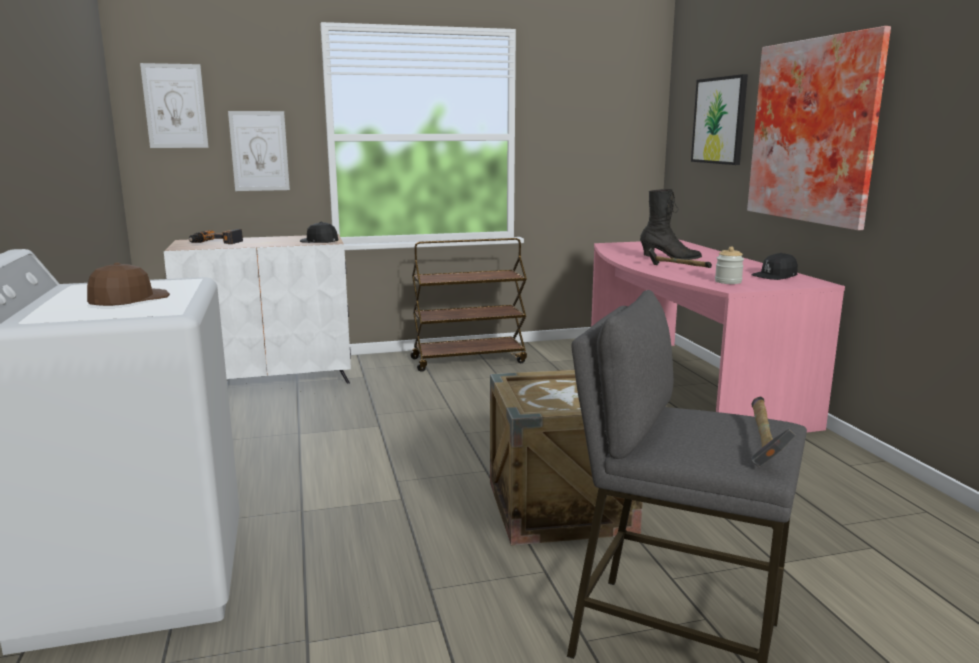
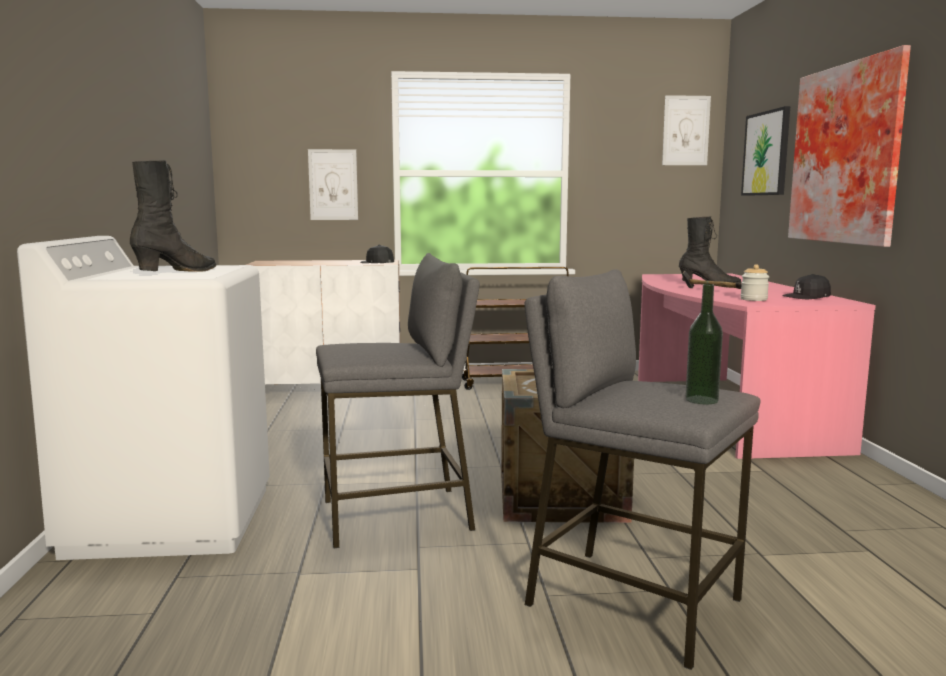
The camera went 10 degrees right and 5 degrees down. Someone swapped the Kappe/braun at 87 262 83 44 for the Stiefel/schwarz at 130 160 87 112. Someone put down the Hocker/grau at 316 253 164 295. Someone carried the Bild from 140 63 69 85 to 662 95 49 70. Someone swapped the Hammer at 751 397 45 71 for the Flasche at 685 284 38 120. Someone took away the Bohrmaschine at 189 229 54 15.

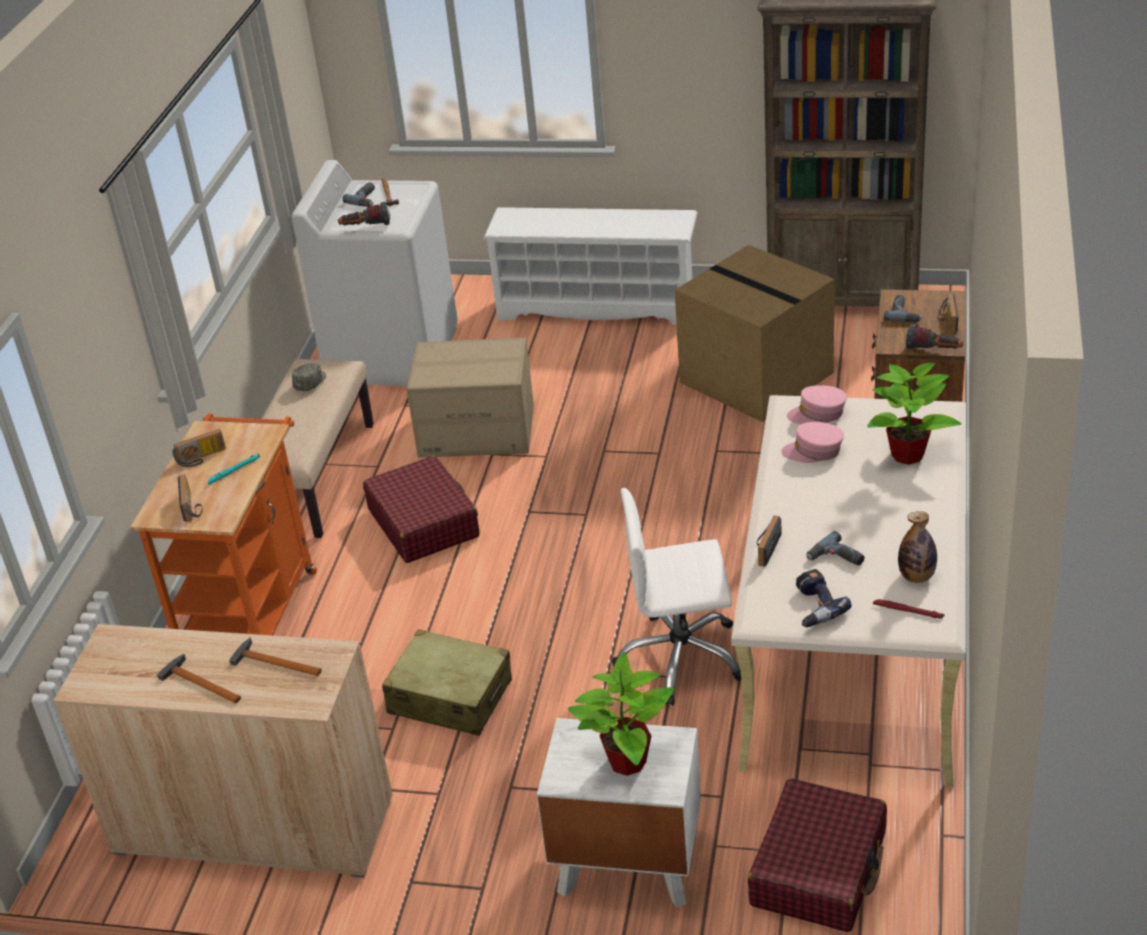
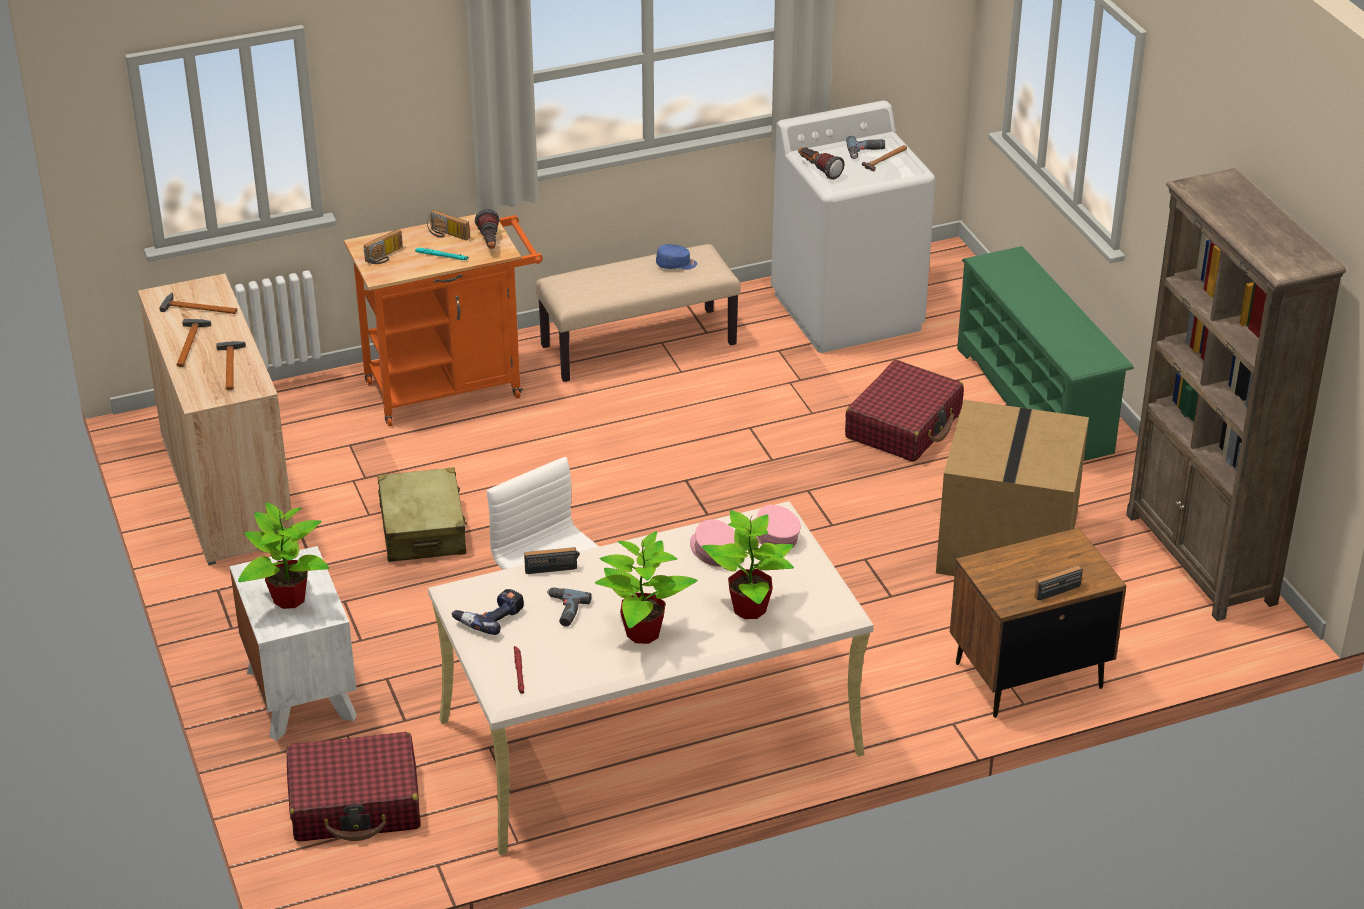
The camera went 55 degrees right and 0 degrees up. Someone put down the Hammer at 159 292 78 22. Someone carried the Taschenlampe from 906 324 57 26 to 475 209 25 40. Someone put down the Topfpflanze at 595 531 103 113. Someone repainted the Kappe/grau at 292 363 34 28, which became the Kappe/blau at 656 244 41 25. Someone carried the Koffer/rot from 363 456 116 107 to 845 360 119 102. Someone repainted the Schuhregal/weiß at 483 207 215 118, which became the Schuhregal/grün at 957 246 177 215. Someone took away the Karton at 407 338 127 119. Someone took away the Bohrmaschine at 884 295 38 27. Someone took away the Flasche at 898 511 39 72.

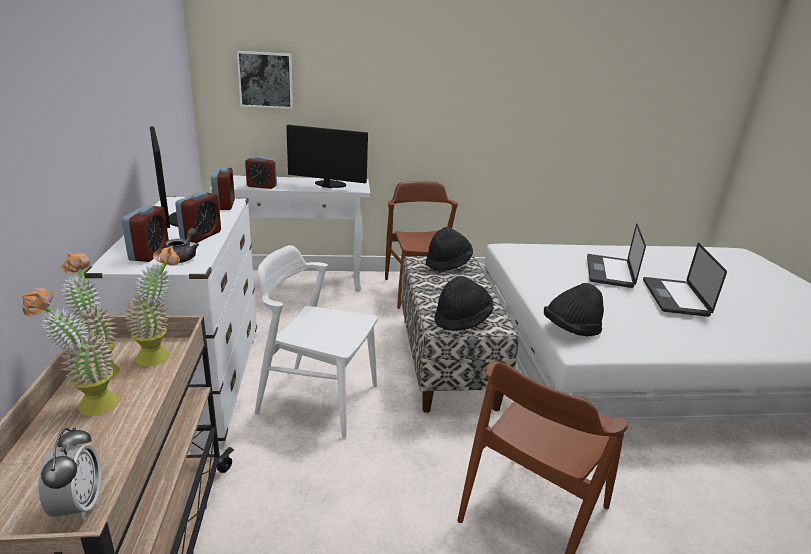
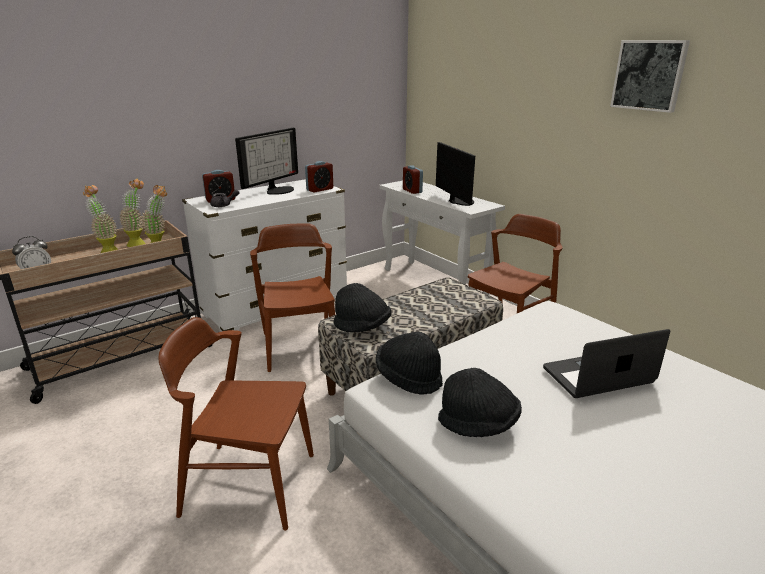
The camera went 60 degrees right and 0 degrees up. Someone repainted the Stuhl/weiß at 255 245 123 193, which became the Stuhl/braun at 250 224 85 148. Someone carried the Hut/schwarz from 426 227 47 44 to 438 368 84 69. Someone carried the Bild from 237 51 56 58 to 610 40 80 73. Someone took away the Wecker at 175 192 46 51. Someone took away the Laptop at 643 243 84 74.

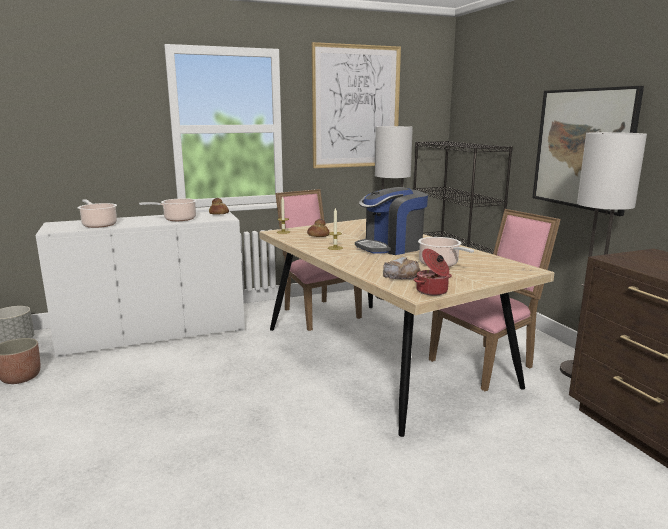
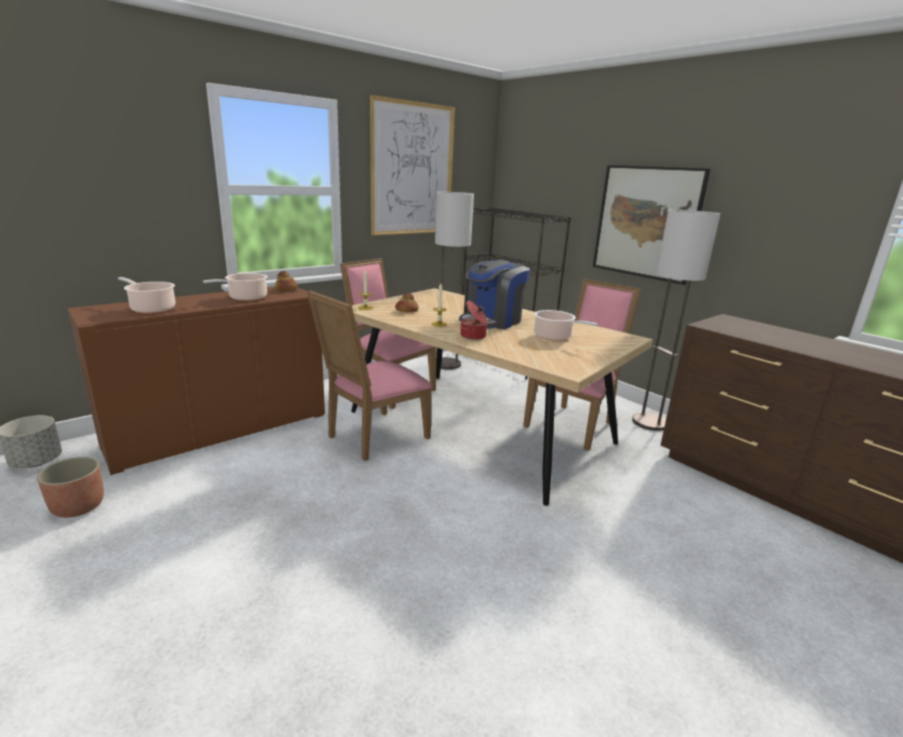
The camera went 20 degrees left and 5 degrees up. Someone repainted the Schrank/weiß at 35 211 210 147, which became the Schrank/braun at 67 286 258 189. Someone put down the Stuhl/rosa at 307 290 125 171. Someone carried the Kochtopf from 414 249 38 46 to 460 301 28 39. Someone took away the Brot at 383 257 37 23.

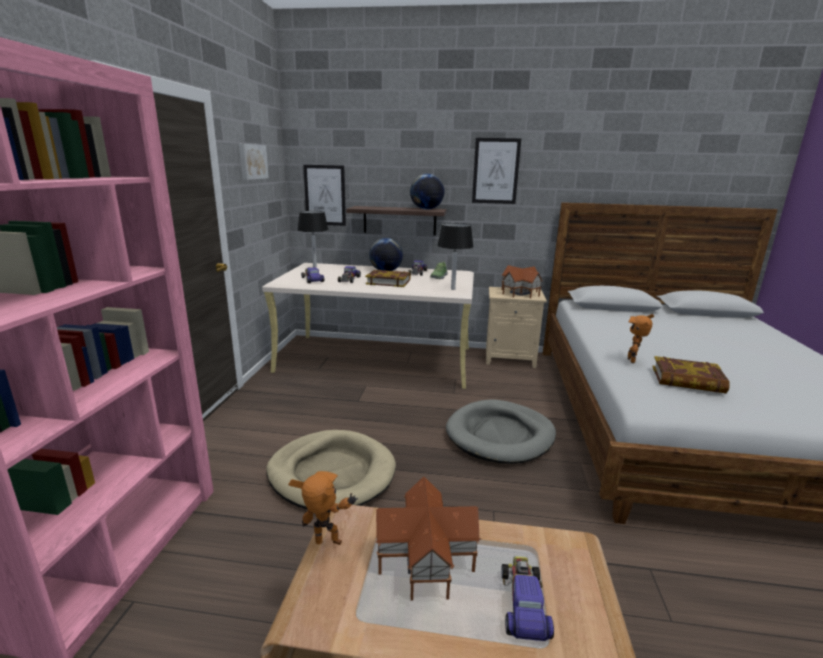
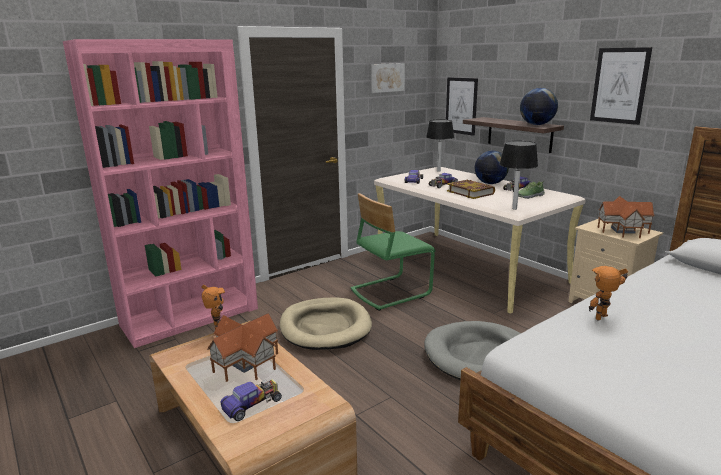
The camera went 45 degrees right and 0 degrees up. Someone put down the Stuhl/grün at 351 193 84 118. Someone took away the Buch at 652 356 78 37.

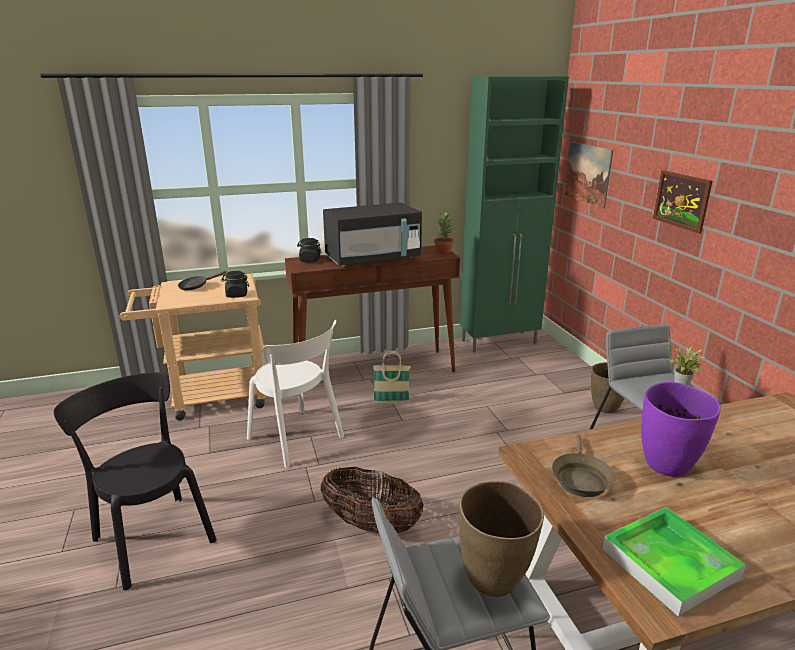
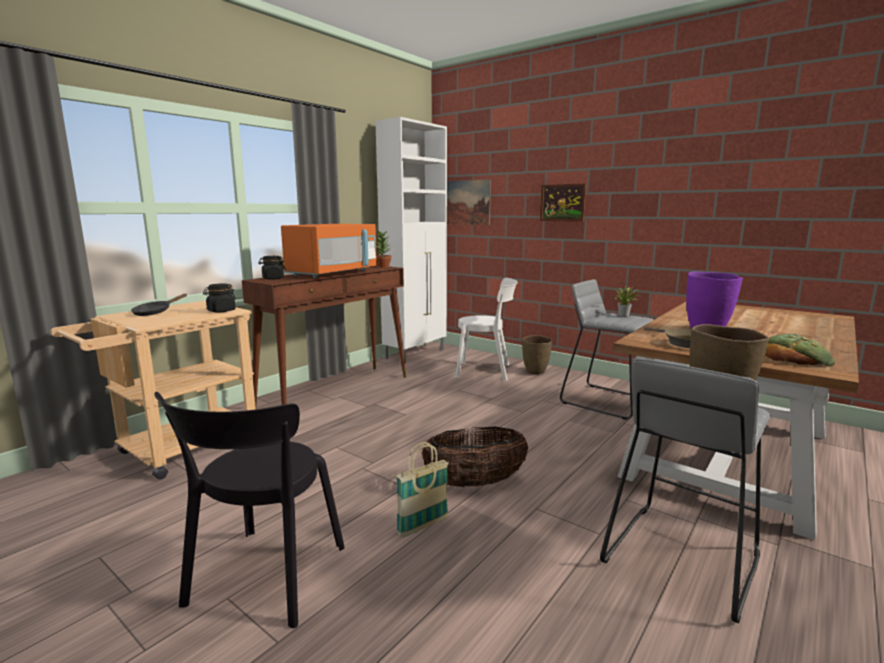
The camera went 35 degrees left and 10 degrees down. Someone rotated the Stuhl/schwarz at 53 372 164 218 by 90 degrees counterclockwise. Someone repainted the Mikrowelle/schwarz at 323 203 99 63, which became the Mikrowelle/orange at 281 224 96 54. Someone repainted the Schrank/grün at 460 76 109 277, which became the Schrank/weiß at 375 117 72 246. Someone carried the Korb from 373 351 37 53 to 396 442 53 95. Someone carried the Stuhl/weiß from 247 320 97 148 to 455 278 63 103. Someone swapped the Tablett at 602 507 144 110 for the Brot at 765 334 70 33.

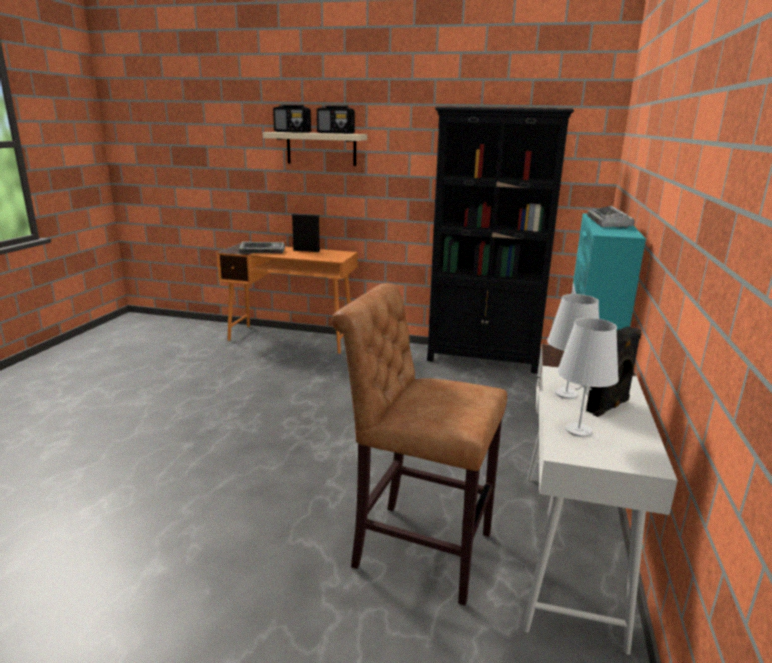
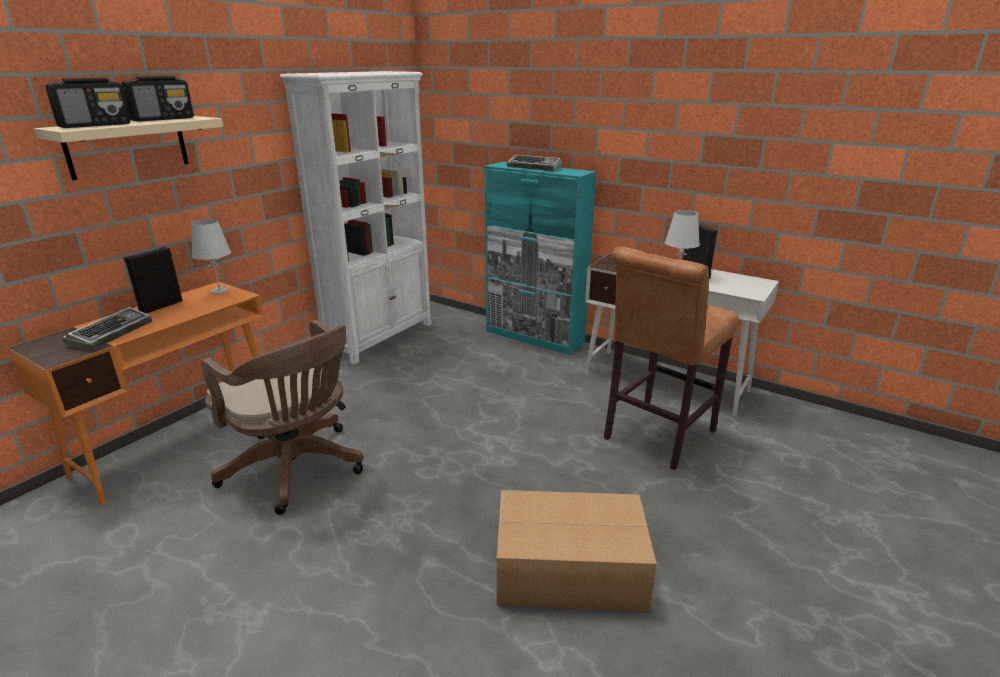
The camera went 70 degrees left and 5 degrees up. Someone carried the Tischlampe/weiß from 557 318 62 119 to 191 219 40 75. Someone put down the Bürostuhl/braun at 201 320 162 195. Someone repainted the Bücherregal/schwarz at 427 107 147 267, which became the Bücherregal/weiß at 280 71 152 294. Someone put down the Karton at 497 490 160 122.

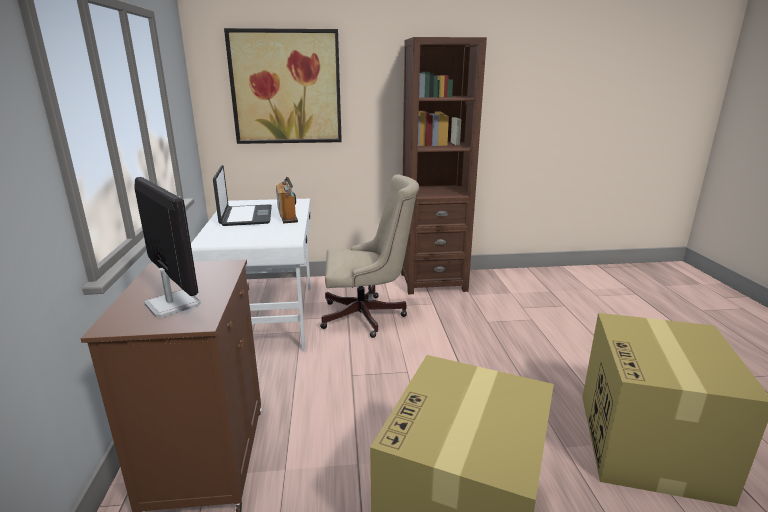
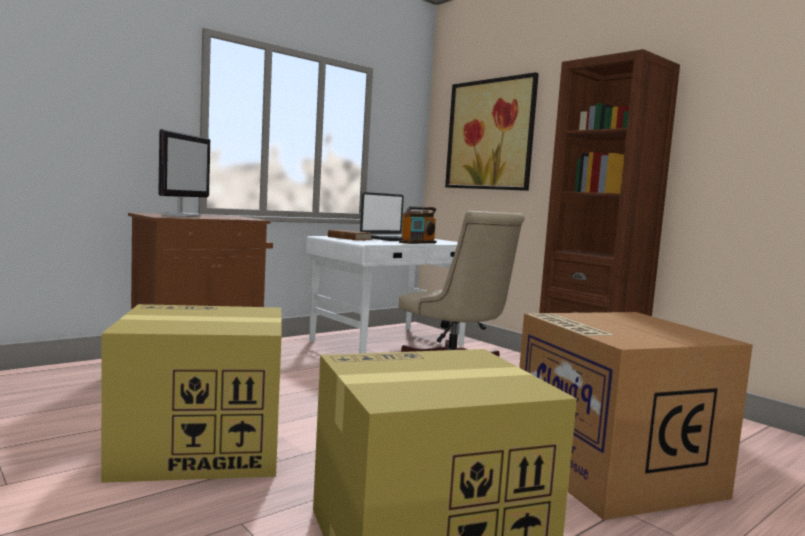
The camera went 55 degrees right and 15 degrees down. Someone put down the Buch/braun at 328 230 44 11. Someone put down the Karton at 519 312 234 208.

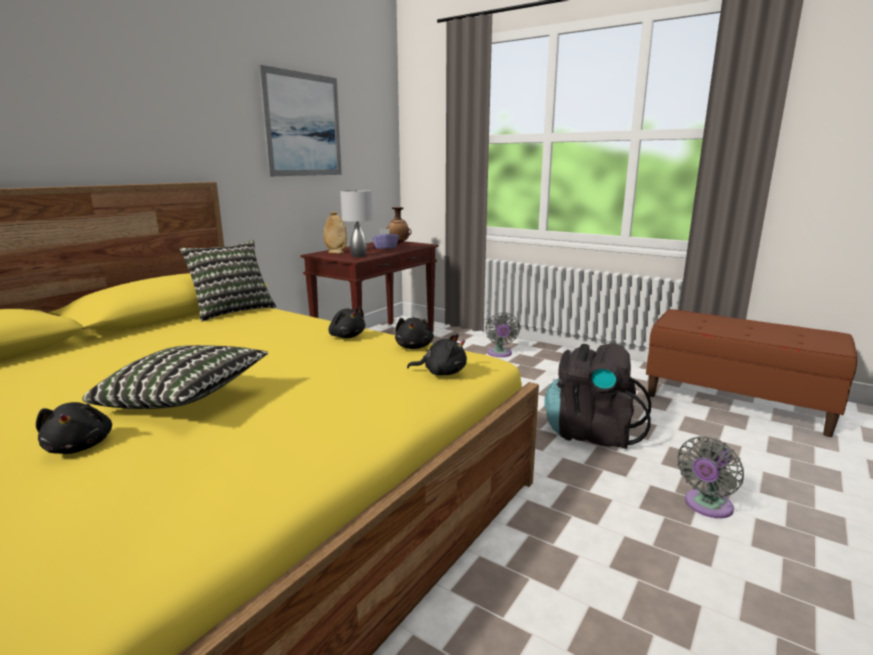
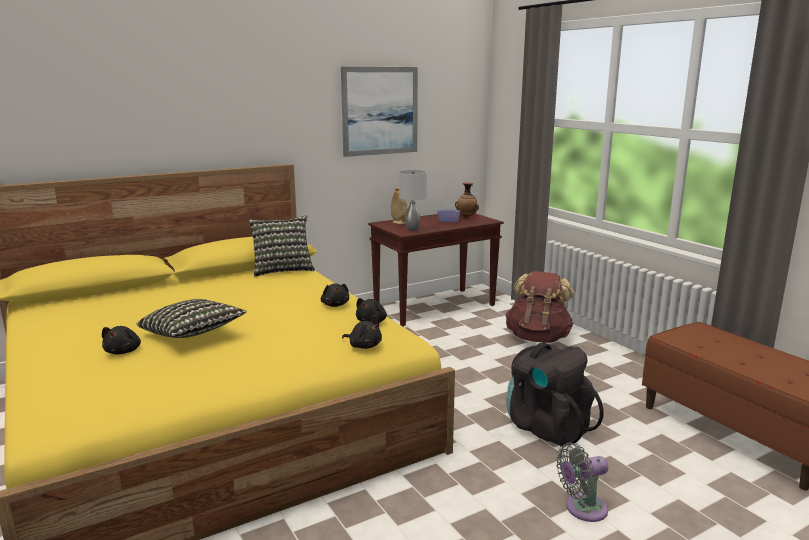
The camera went 25 degrees right and 0 degrees up. Someone swapped the Ventilator/grau at 486 312 34 45 for the Rucksack/braun at 505 271 70 72.

